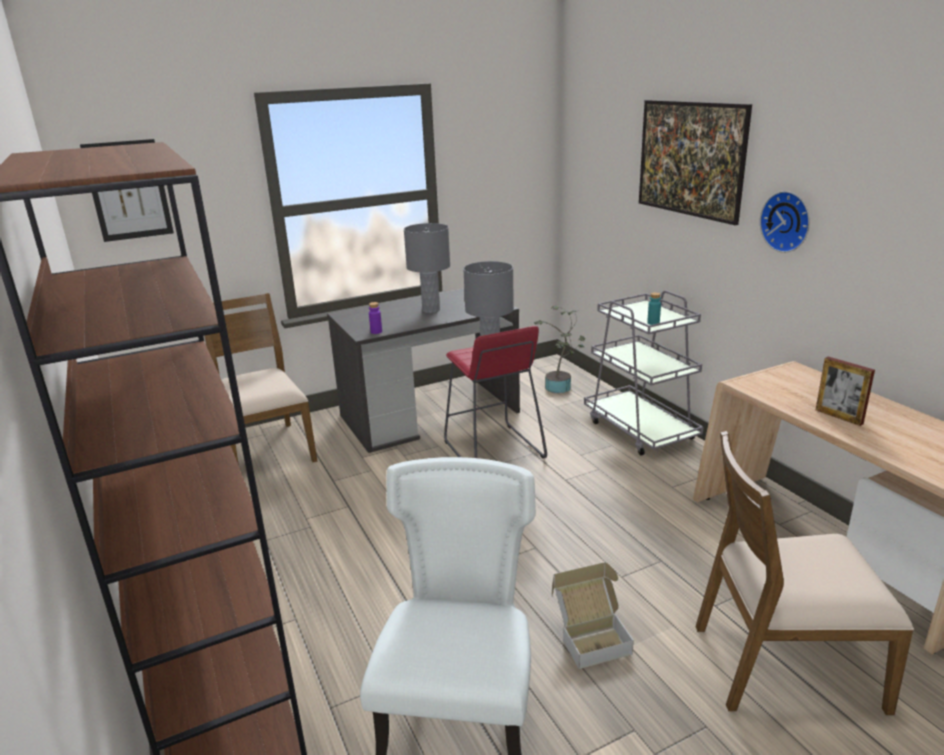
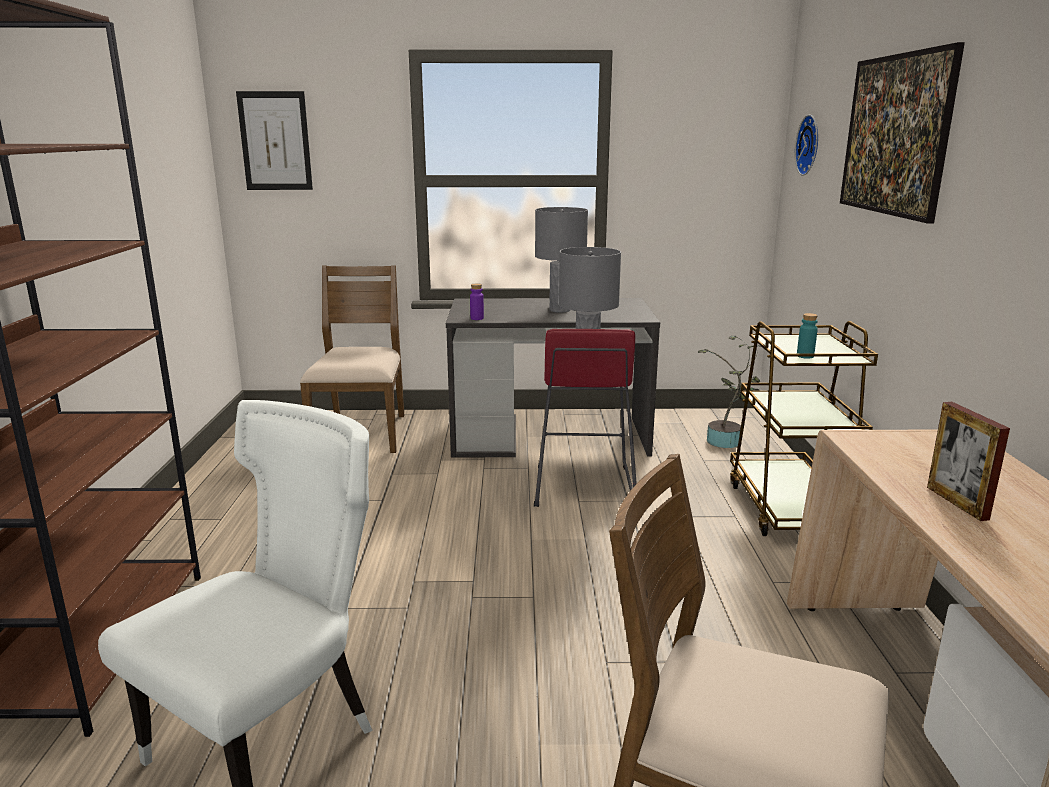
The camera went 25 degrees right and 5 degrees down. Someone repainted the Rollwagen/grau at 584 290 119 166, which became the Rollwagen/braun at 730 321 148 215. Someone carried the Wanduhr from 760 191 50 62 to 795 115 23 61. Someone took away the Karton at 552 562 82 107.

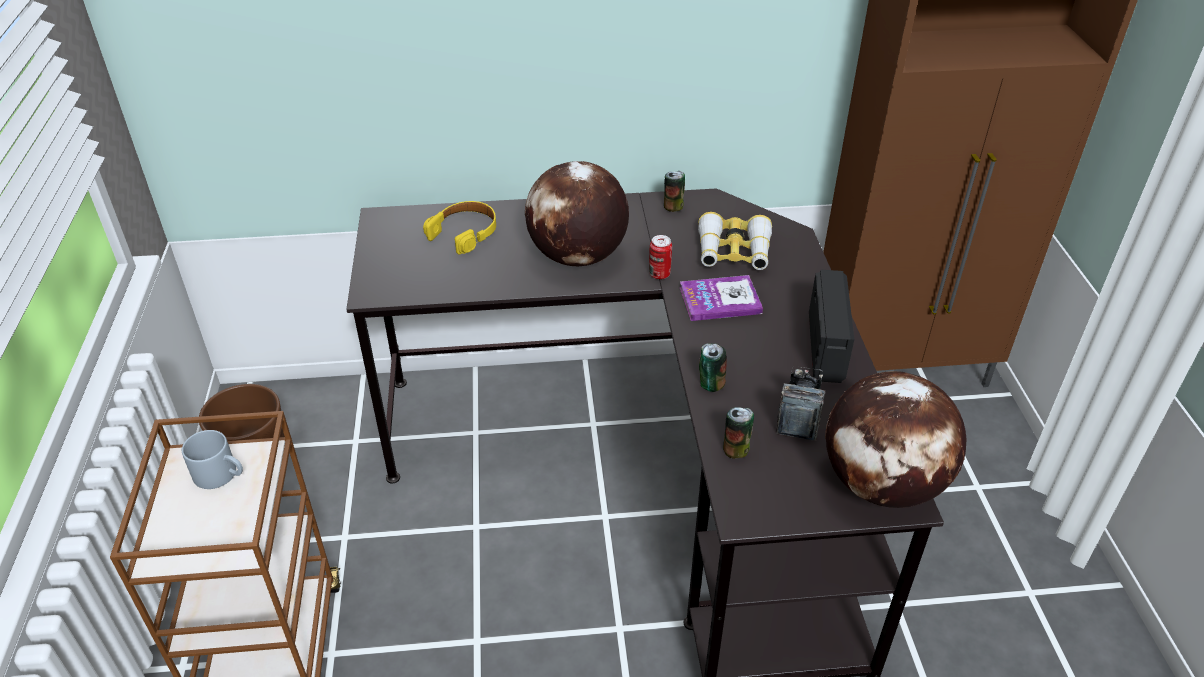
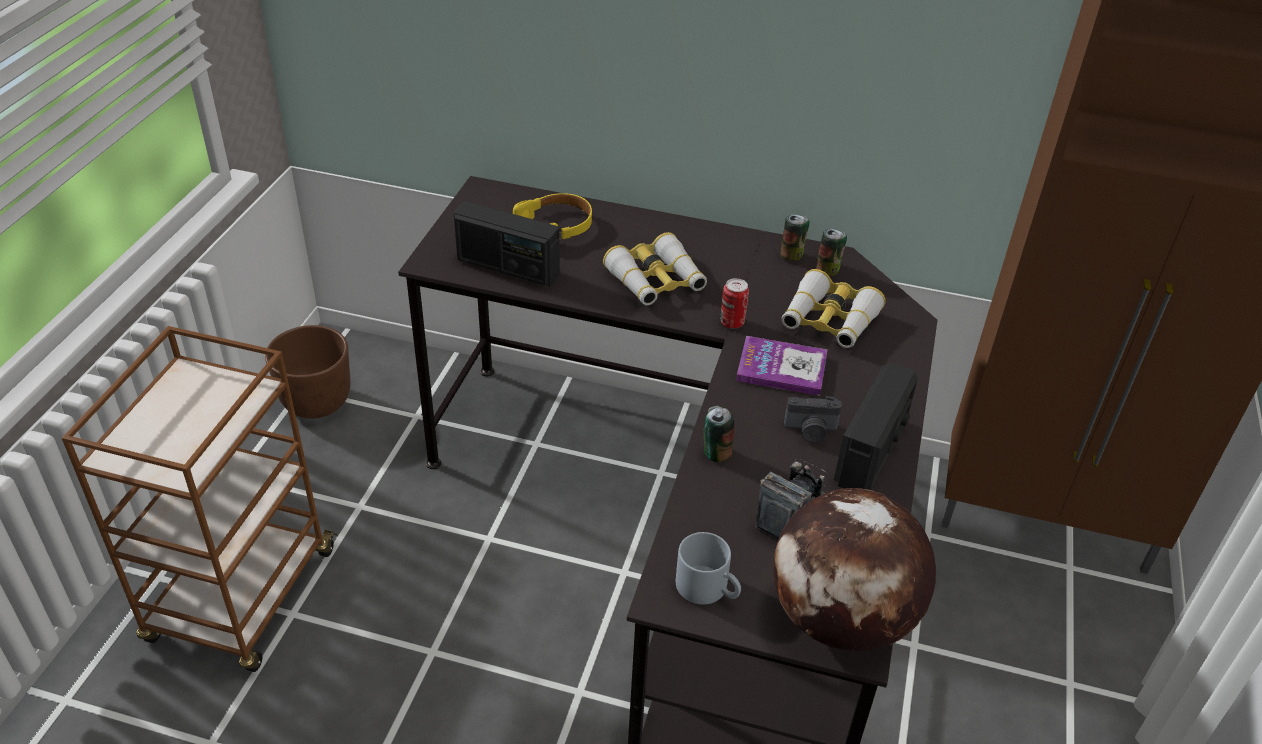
The camera went 20 degrees right and 0 degrees up. Someone put down the Radio at 454 201 106 85. Someone swapped the Globus at 525 161 104 105 for the Fernglas at 603 232 104 73. Someone carried the Henkelbecher/grau from 182 430 61 59 to 676 532 65 72. Someone put down the Kamera at 784 396 58 47. Someone carried the Dose from 723 407 31 52 to 816 229 31 47.

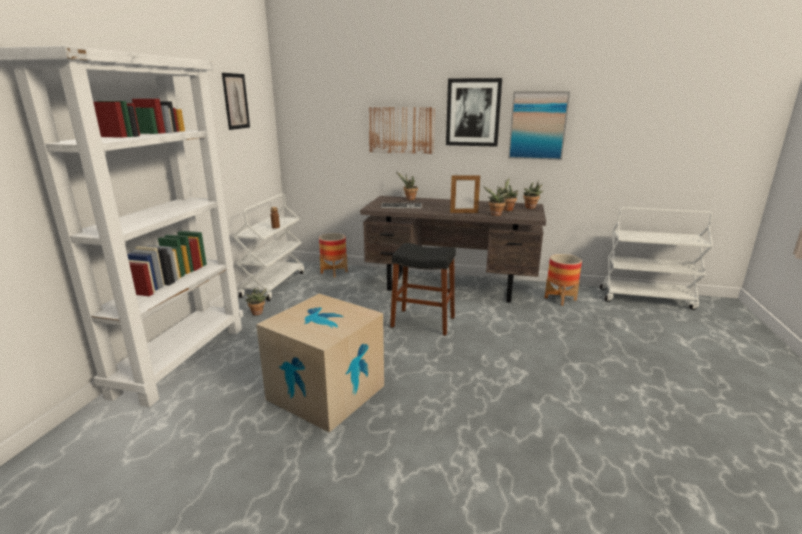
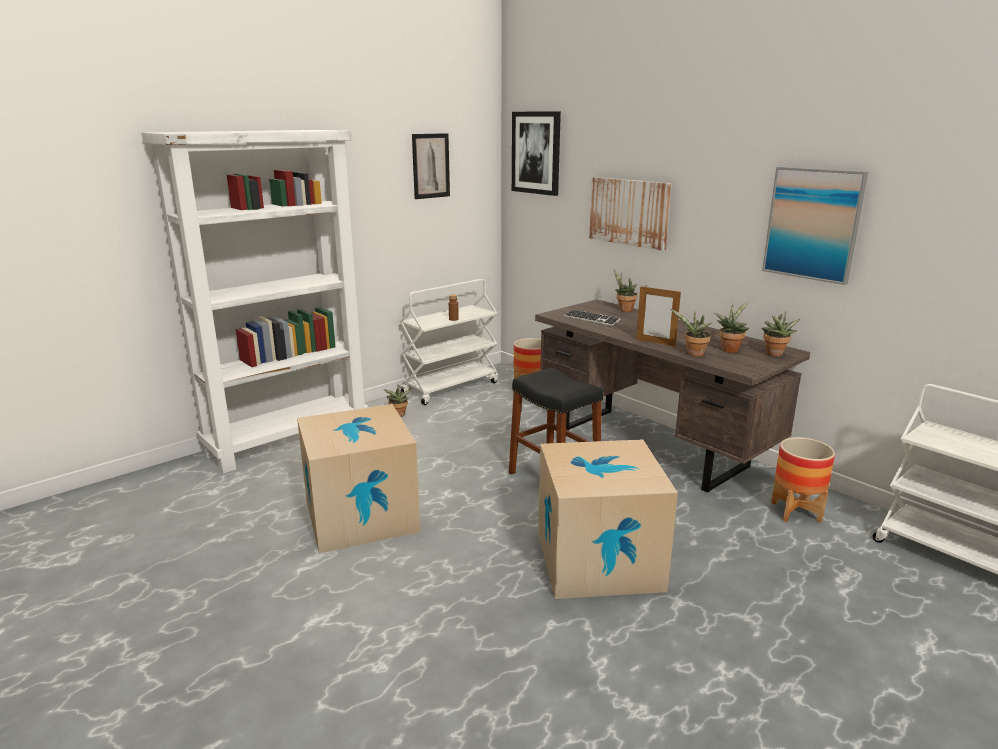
The camera went 35 degrees right and 0 degrees up. Someone carried the Bild from 446 78 56 69 to 512 111 49 85. Someone put down the Karton at 538 439 140 160.

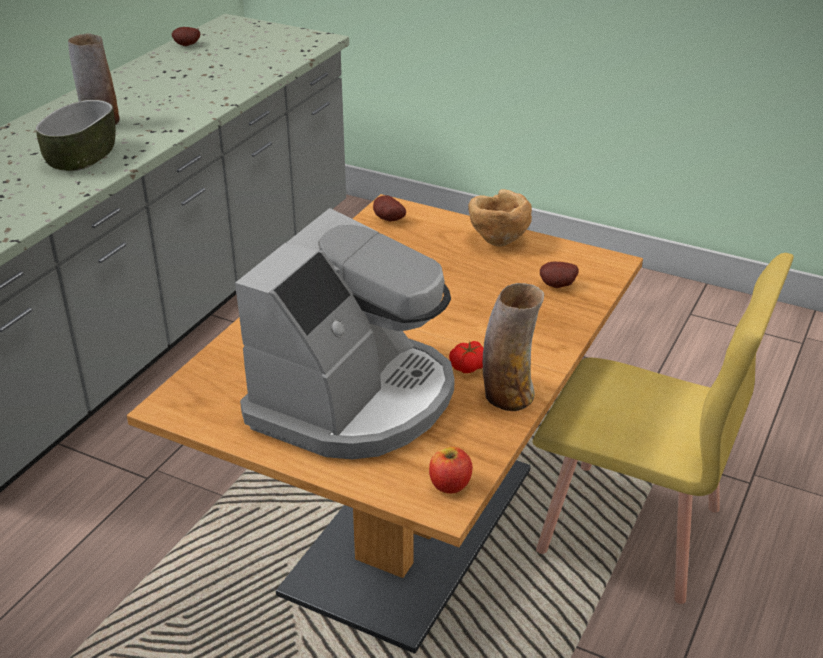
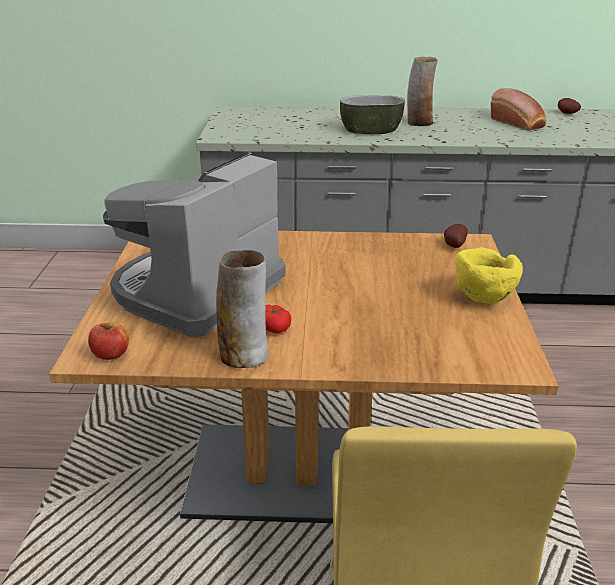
The camera went 65 degrees right and 5 degrees down. Someone rotated the Kaffeemaschine at 235 208 220 251 by 120 degrees clockwise. Someone repainted the Schüssel/braun at 468 189 64 58, which became the Schüssel/gelb at 455 247 68 57. Someone put down the Brot at 491 88 55 43. Someone took away the Kartoffel at 540 262 39 26.

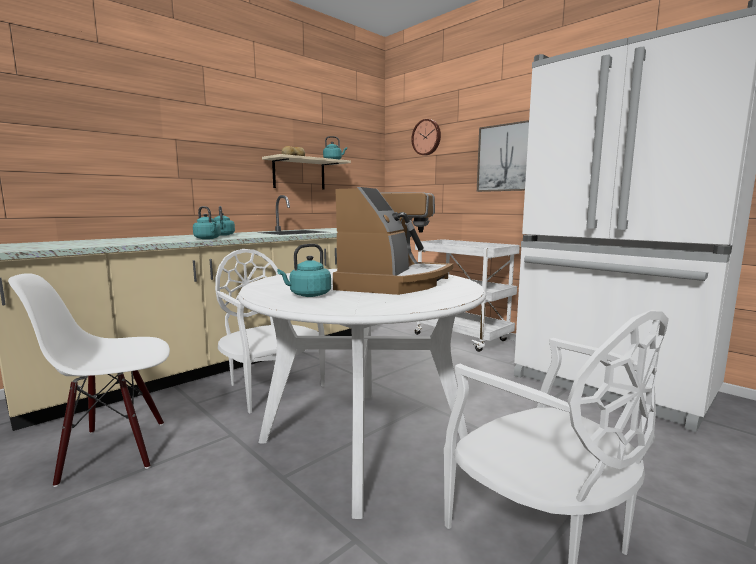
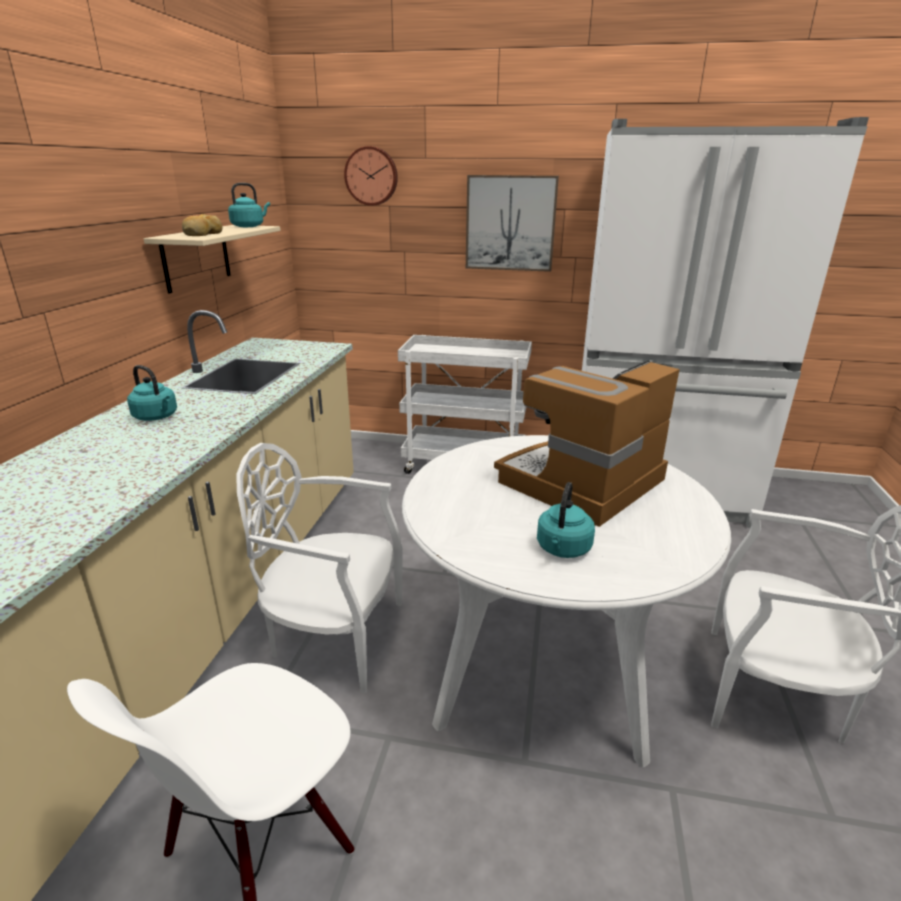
The camera went 35 degrees left and 15 degrees up. Someone rotated the Kaffeemaschine at 333 187 120 108 by 120 degrees counterclockwise. Someone took away the Wasserkessel/türkis at 193 206 28 33.

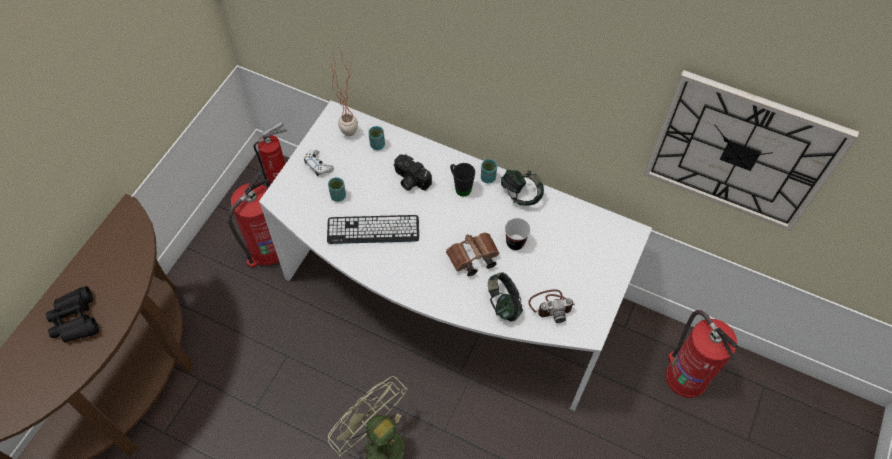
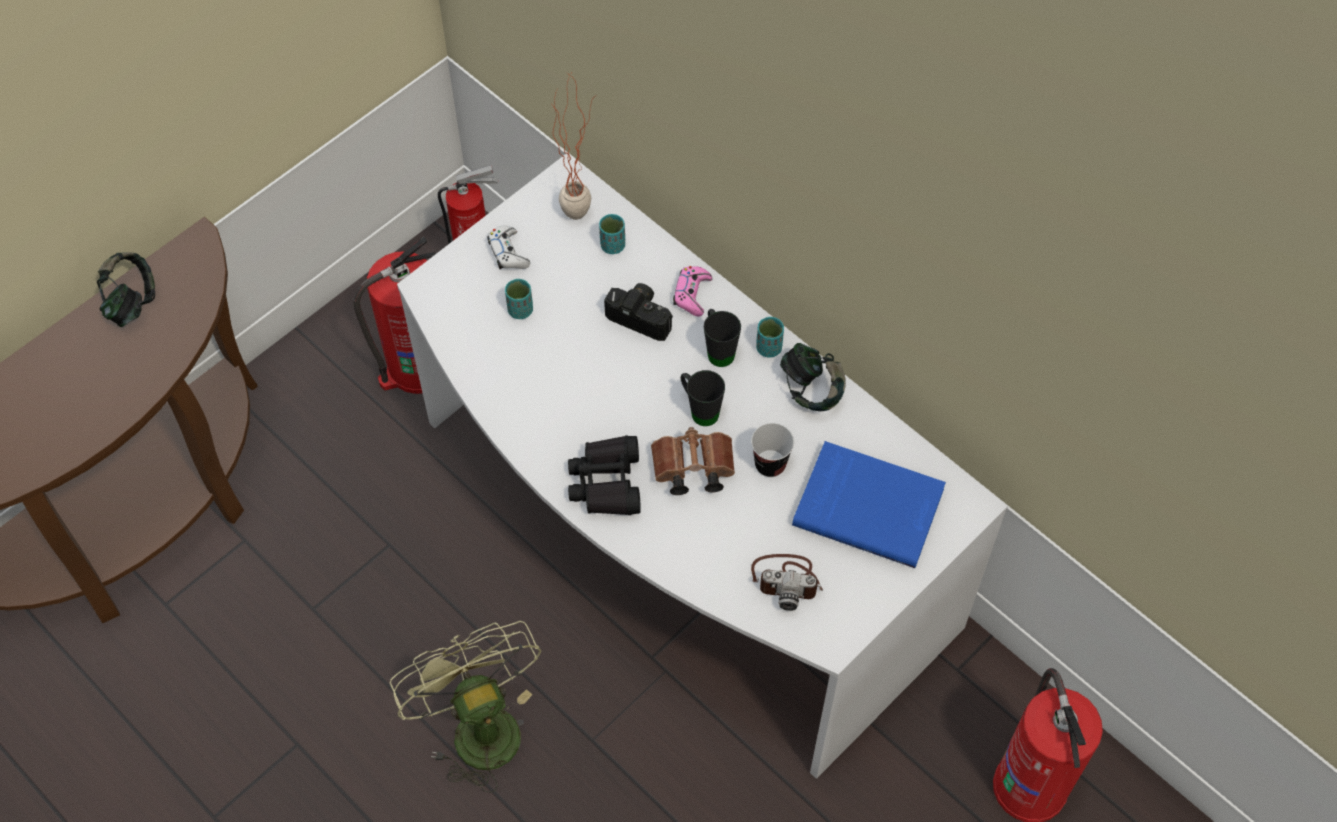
The camera went 20 degrees right and 0 degrees up. Someone carried the Kopfhörer from 488 272 35 50 to 97 252 58 75. Someone carried the Fernglas/schwarz from 46 286 53 57 to 568 435 73 80. Someone rotated the Kamera at 393 154 39 37 by 150 degrees clockwise. Someone put down the Gamepad/rosa at 673 266 39 51. Someone put down the Henkelbecher/schwarz at 681 370 44 56. Someone put down the Buch/blau at 792 441 154 127. Someone took away the Tastatur at 327 215 92 29. Someone took away the Wanduhr at 644 70 215 161.

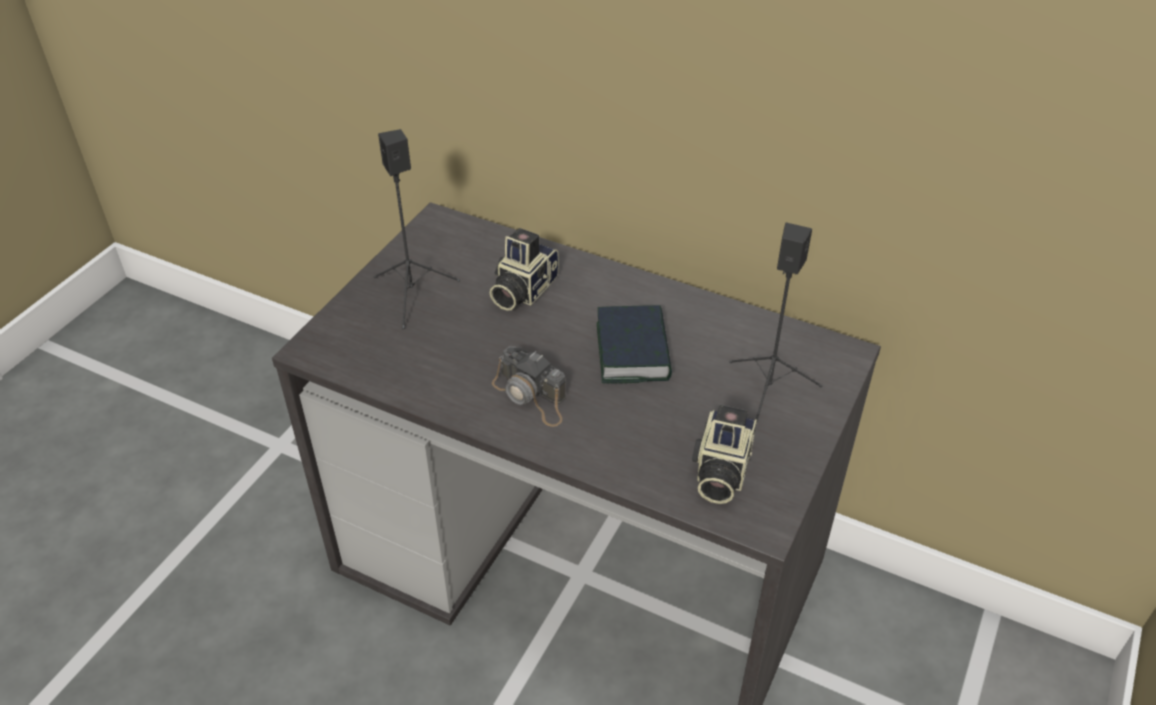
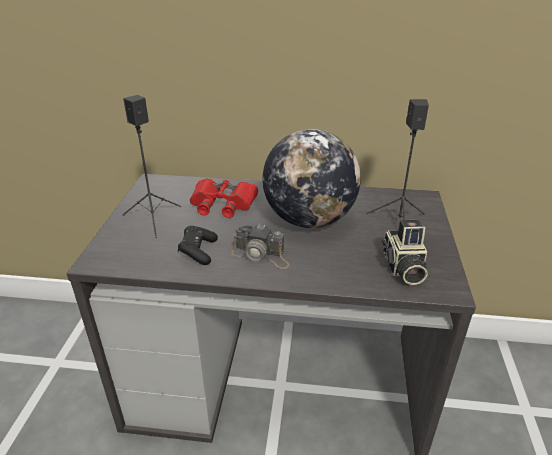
The camera went 20 degrees left and 10 degrees down. Someone put down the Gamepad/schwarz at 178 226 40 39. Someone swapped the Kamera at 490 228 69 82 for the Fernglas/rot at 190 178 68 40. Someone swapped the Buch at 597 305 75 78 for the Globus at 262 129 99 99.

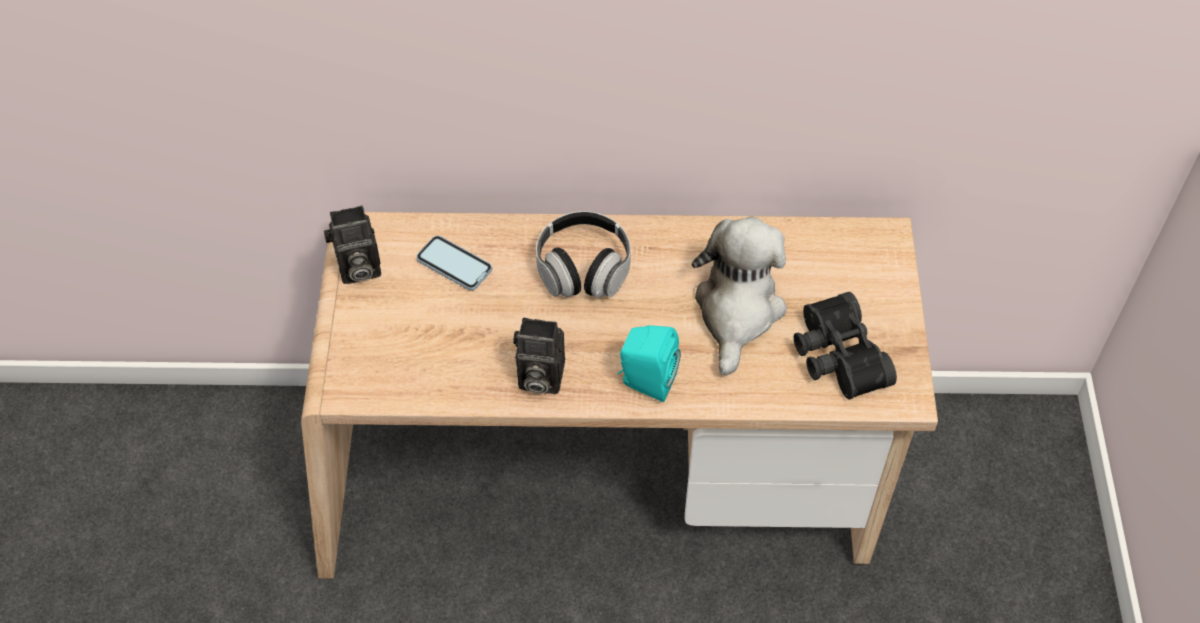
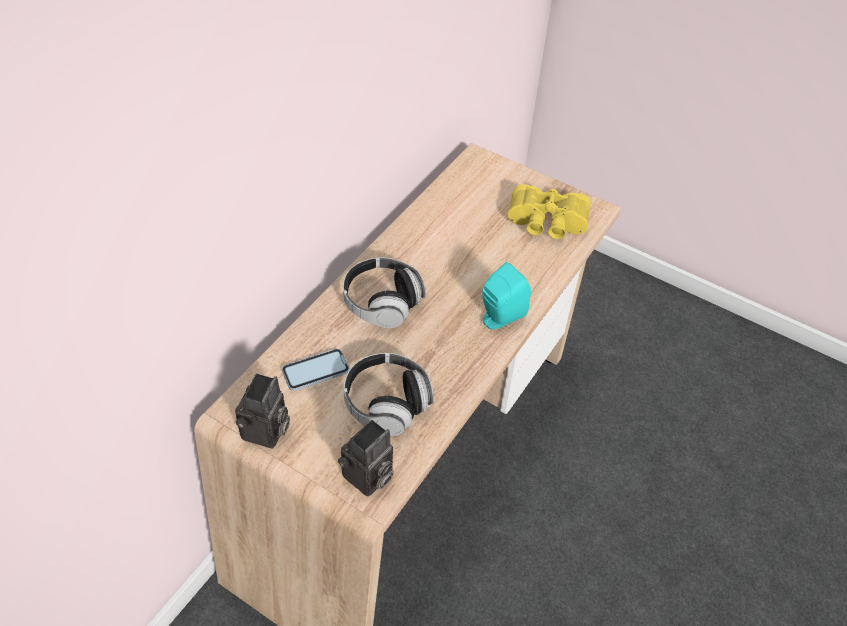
The camera went 60 degrees left and 5 degrees down. Someone carried the Kamera from 513 317 52 77 to 338 420 56 77. Someone put down the Kopfhörer at 344 353 90 83. Someone repainted the Fernglas/schwarz at 794 292 103 107, which became the Fernglas/gelb at 508 184 83 55. Someone took away the Plüschtier at 692 217 95 159.

